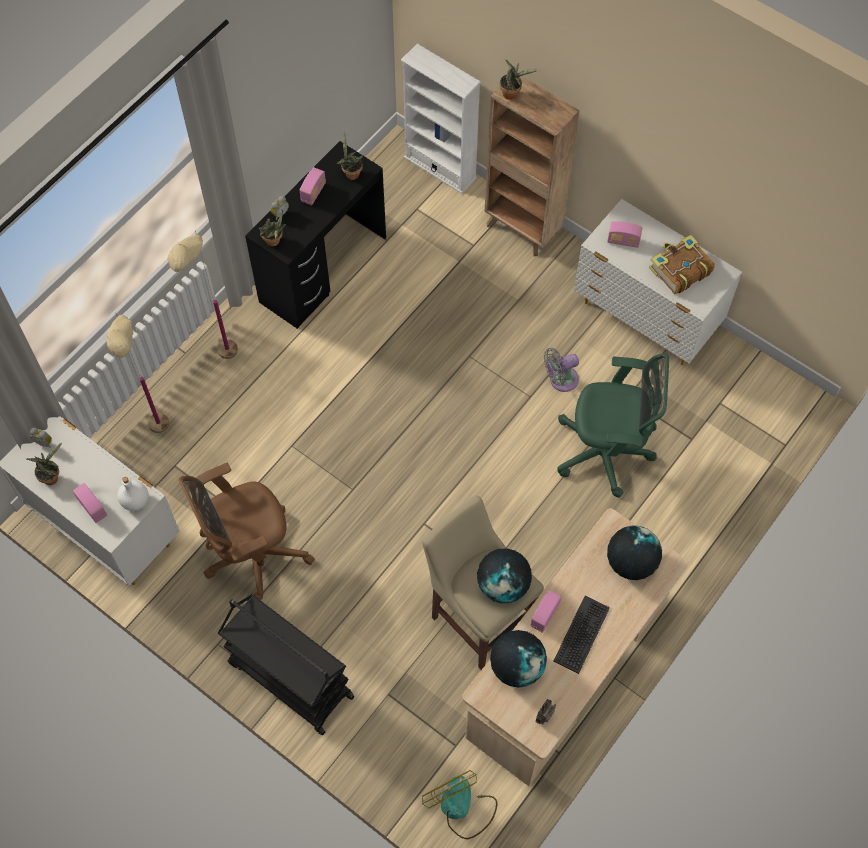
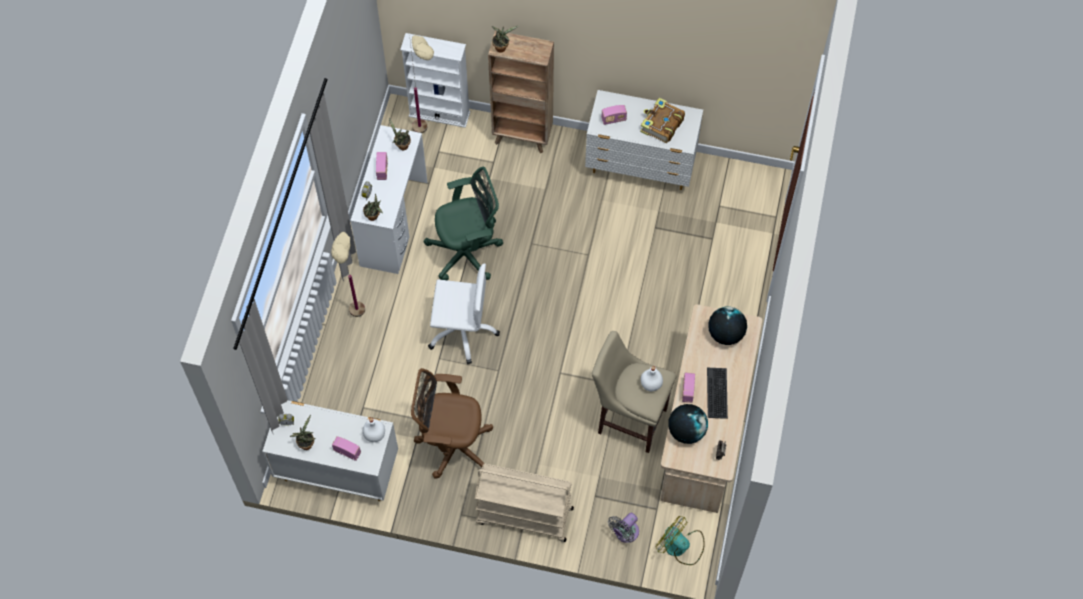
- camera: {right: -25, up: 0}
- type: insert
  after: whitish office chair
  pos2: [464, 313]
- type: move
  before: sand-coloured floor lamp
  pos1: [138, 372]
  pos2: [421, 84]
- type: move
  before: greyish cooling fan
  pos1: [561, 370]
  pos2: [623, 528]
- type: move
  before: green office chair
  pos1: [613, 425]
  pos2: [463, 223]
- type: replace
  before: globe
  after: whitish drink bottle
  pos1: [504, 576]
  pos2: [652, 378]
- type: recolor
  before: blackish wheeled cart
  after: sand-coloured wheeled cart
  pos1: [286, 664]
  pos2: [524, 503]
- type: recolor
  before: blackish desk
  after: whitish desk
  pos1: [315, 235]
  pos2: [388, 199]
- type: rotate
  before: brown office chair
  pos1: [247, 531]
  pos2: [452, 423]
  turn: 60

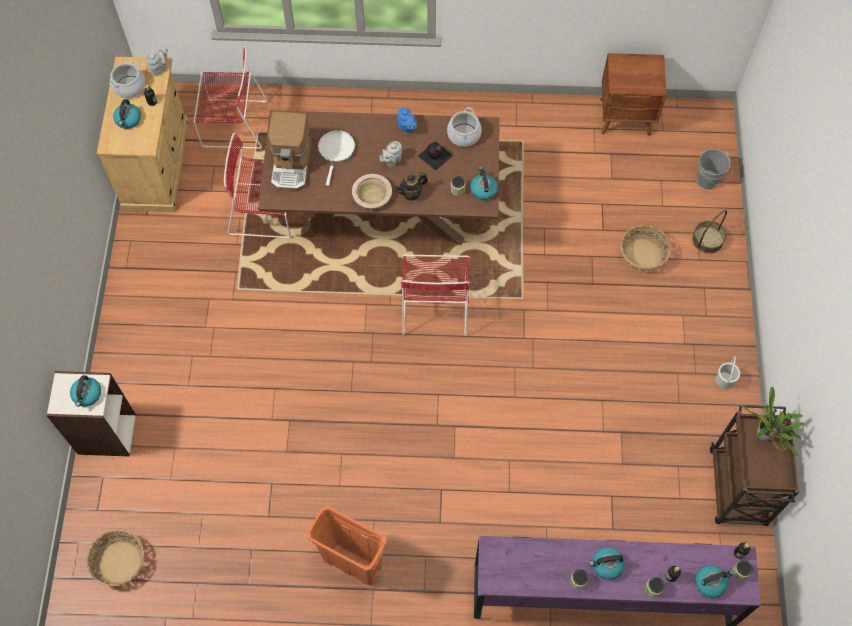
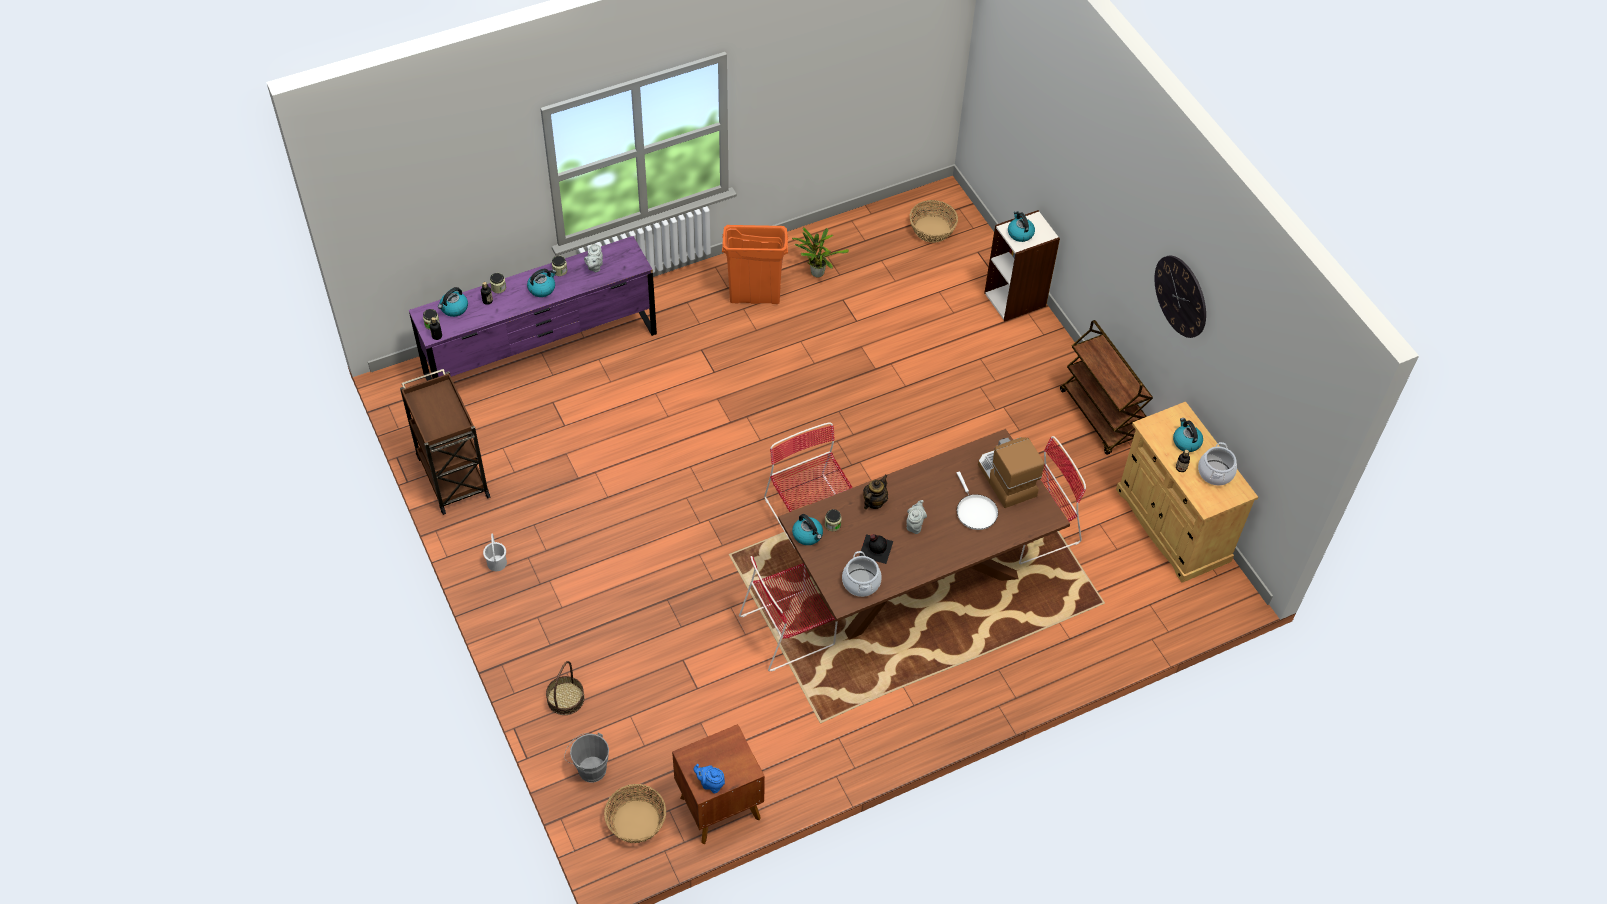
- camera: {right: 150, up: -10}
- type: delete
  before: sand-coloured bowl
  pos1: [372, 191]
- type: insert
  after: brown wheeled cart
  pos2: [1106, 387]
- type: insert
  after: clock on the wall
  pos2: [1180, 297]
- type: move
  before: greyish teapot
  pos1: [156, 62]
  pos2: [593, 258]
- type: move
  before: red chair
  pos1: [231, 97]
  pos2: [788, 613]
- type: move
  before: bluish teapot
  pos1: [407, 121]
  pos2: [709, 778]
- type: move
  before: storage basket
  pos1: [646, 248]
  pos2: [635, 813]
- type: move
  before: houseplant
  pos1: [772, 421]
  pos2: [820, 252]

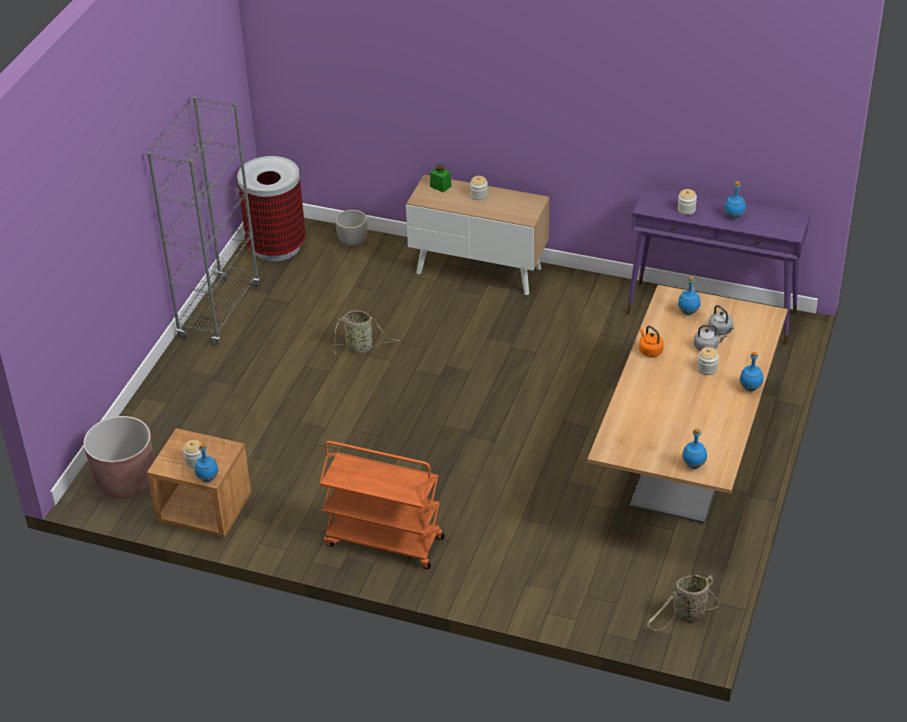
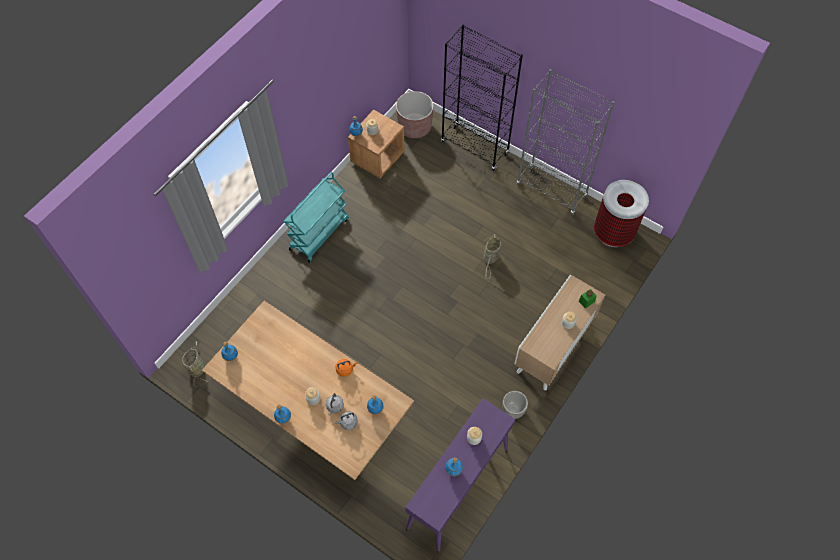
- camera: {right: 105, up: 20}
- type: insert
  after: blackish shelving unit
  pos2: [482, 98]
- type: move
  before: planter
  pos1: [351, 228]
  pos2: [515, 405]
- type: recolor
  before: orange wheeled cart
  after: blue-green wheeled cart
  pos1: [382, 505]
  pos2: [316, 217]

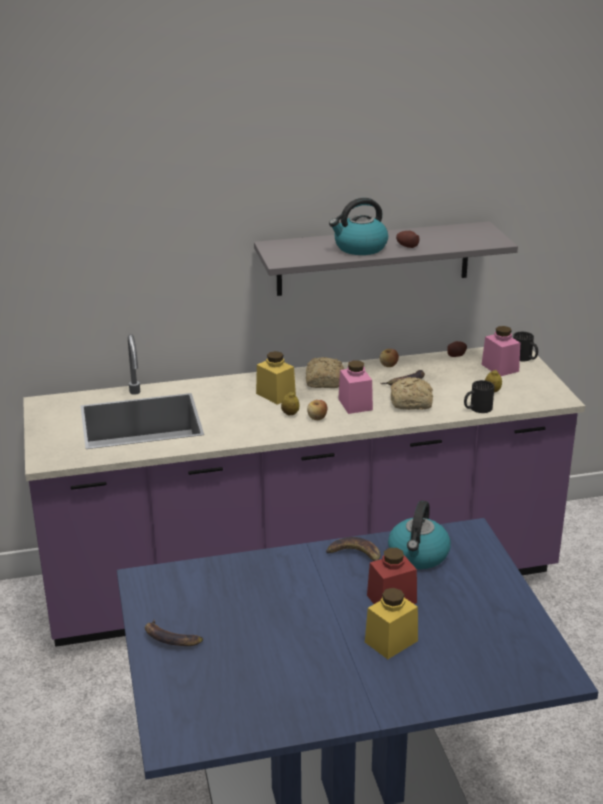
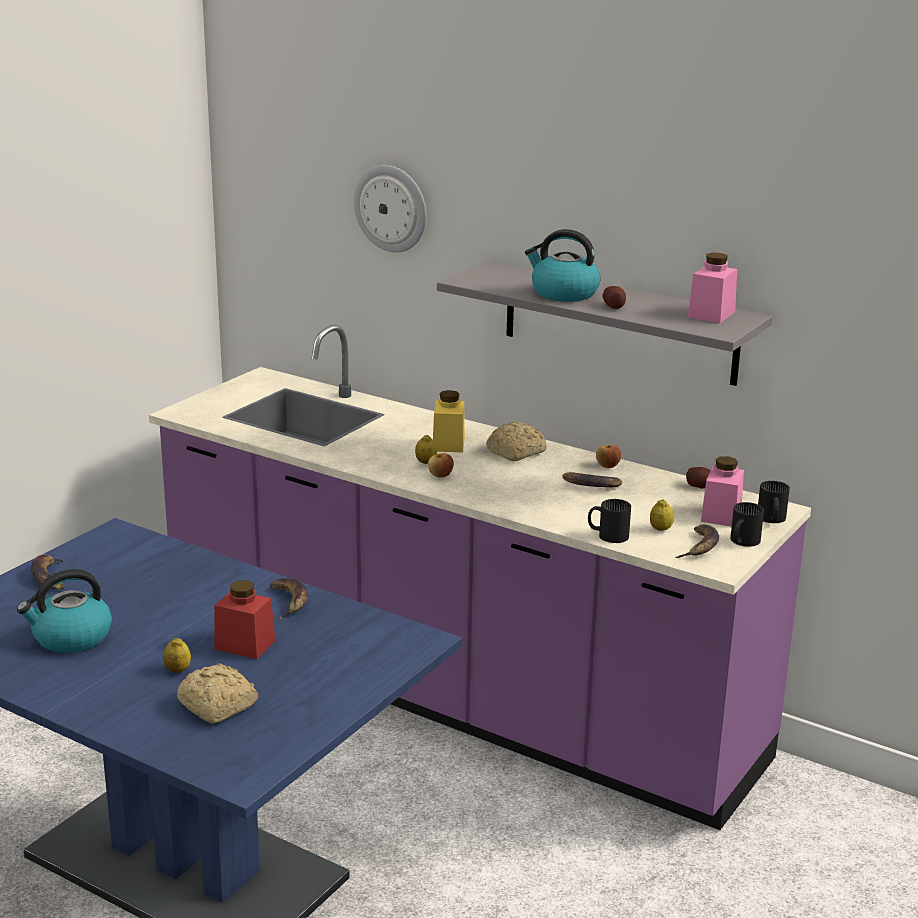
- camera: {right: 45, up: -5}
- type: insert
  after: clock on the wall
  pos2: [390, 209]
- type: insert
  after: whole banana
  pos2: [697, 541]
- type: insert
  after: blackish tea mug
  pos2: [747, 524]
- type: move
  before: pink-coloured jar
  pos1: [355, 387]
  pos2: [712, 288]
- type: move
  before: water kettle
  pos1: [419, 534]
  pos2: [64, 611]
- type: move
  before: bread
  pos1: [412, 393]
  pos2: [217, 693]
- type: replace
  before: yellowish jar
  after: lemon
  pos1: [391, 623]
  pos2: [177, 655]

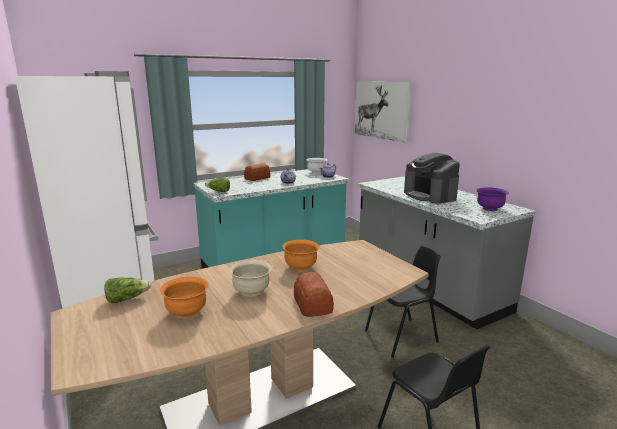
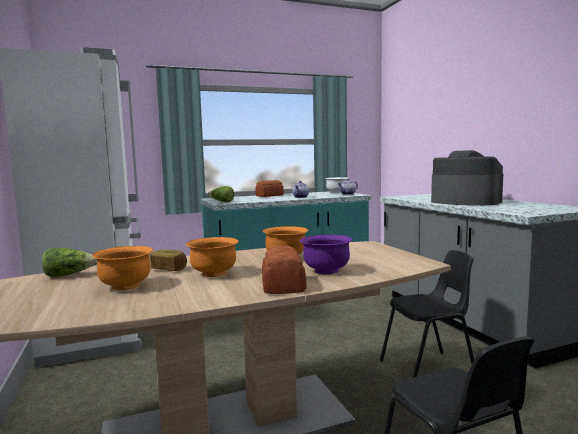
- camera: {right: 10, up: -10}
- type: delete
  before: picture
  pos1: [383, 112]
- type: insert
  after: bread
  pos2: [168, 260]
- type: move
  before: purplish bowl
  pos1: [492, 199]
  pos2: [326, 254]
- type: recolor
  before: sand-coloured bowl
  after: orange bowl
  pos1: [250, 278]
  pos2: [212, 257]
- type: rotate
  before: coffee machine
  pos1: [432, 178]
  pos2: [467, 178]
  turn: 150

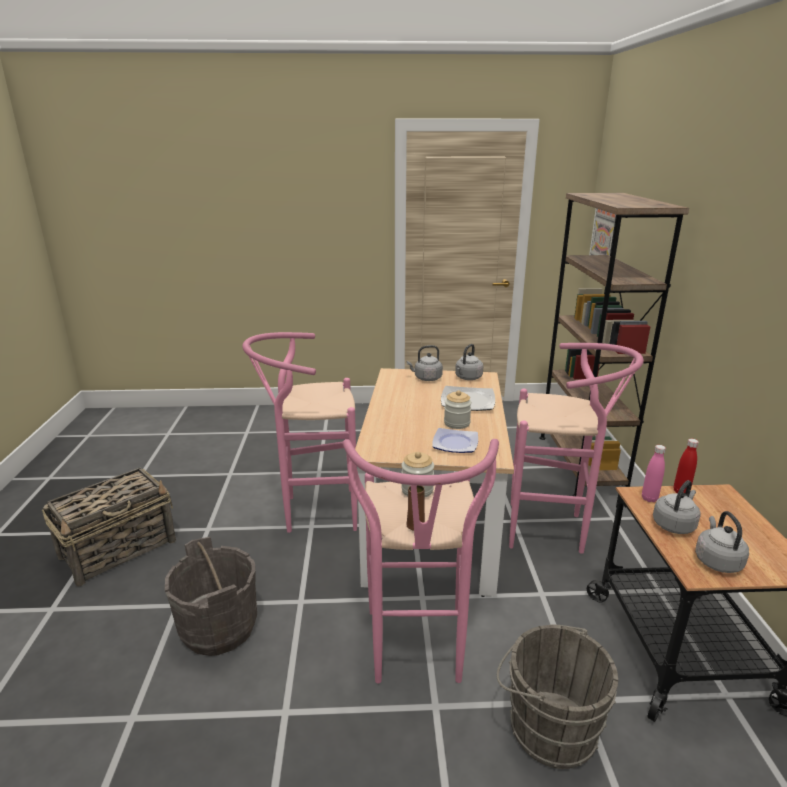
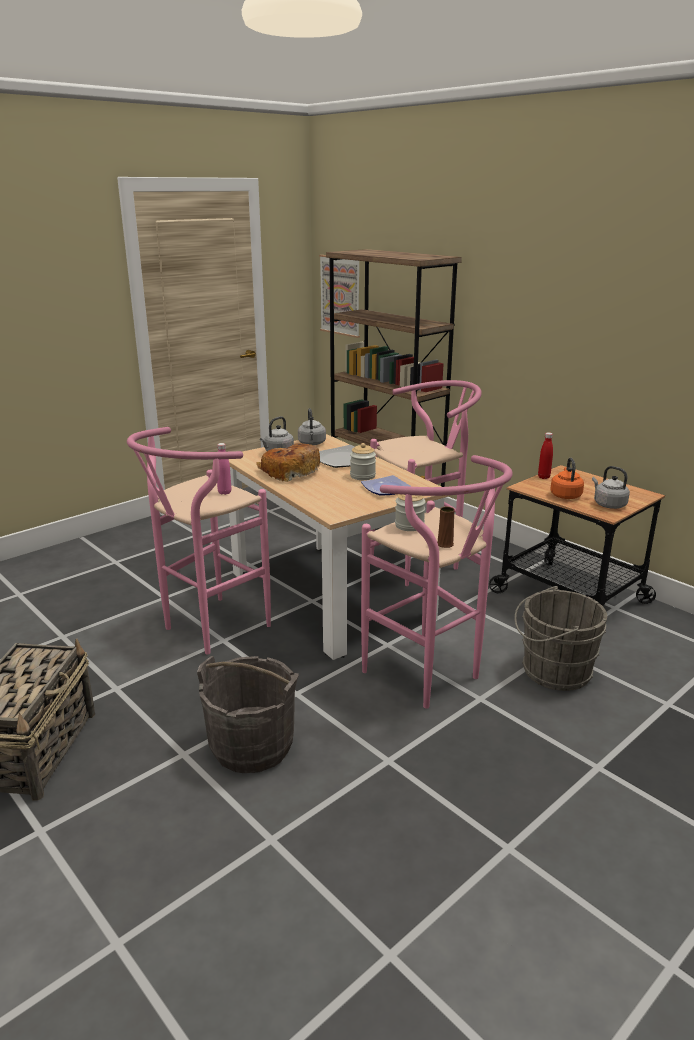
- camera: {right: -40, up: 0}
- type: insert
  after: bread
  pos2: [288, 462]
- type: move
  before: pink-coloured drink bottle
  pos1: [654, 473]
  pos2: [224, 469]
- type: recolor
  before: greyish water kettle
  after: orange water kettle
  pos1: [677, 507]
  pos2: [567, 478]

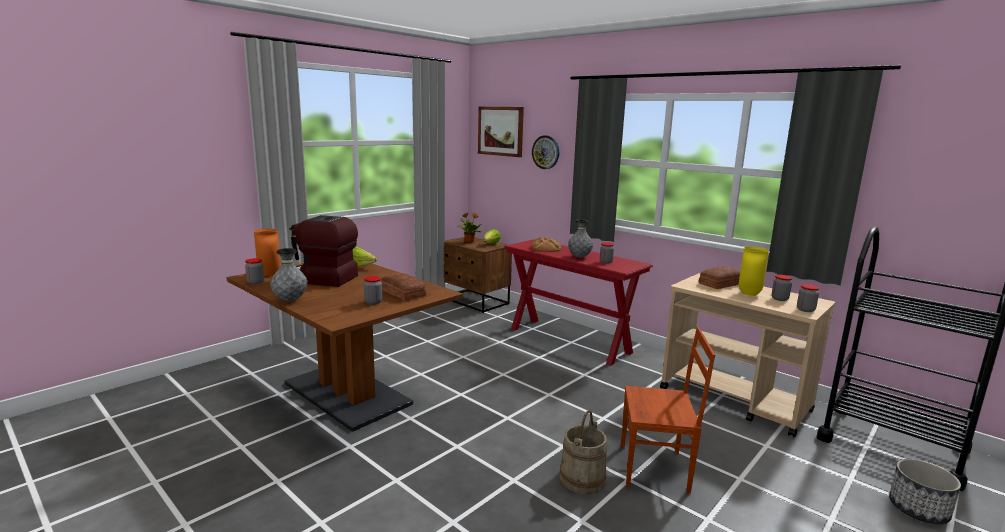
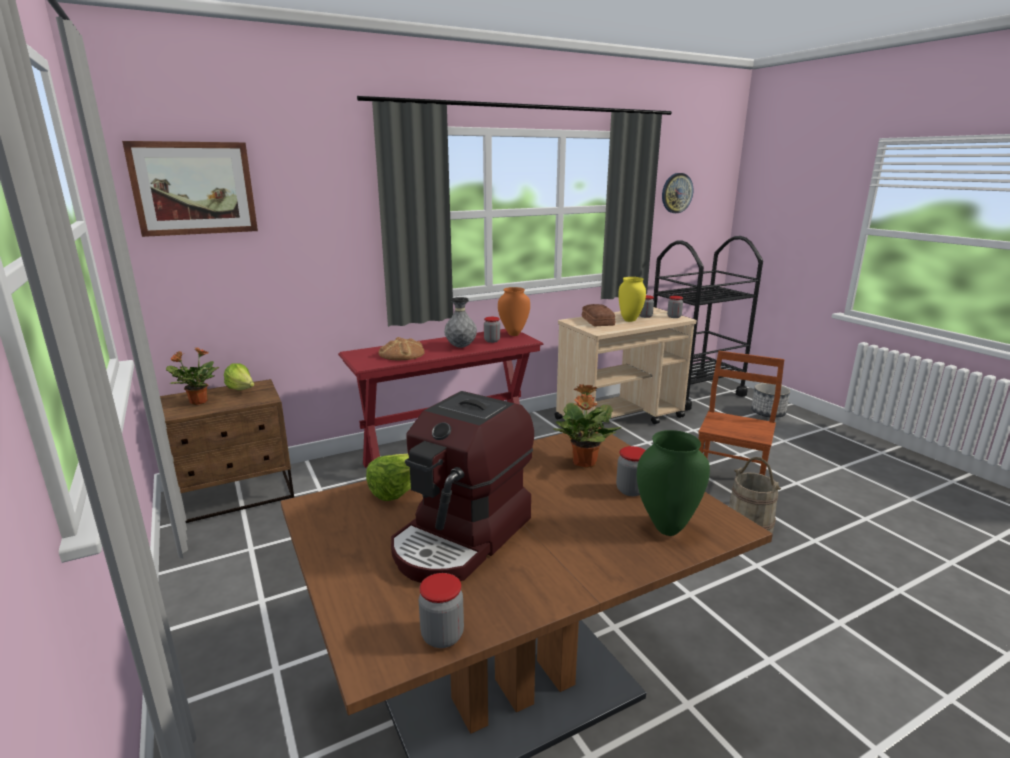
- camera: {right: -70, up: 5}
- type: delete
  before: greyish vase
  pos1: [288, 274]
- type: insert
  after: green vase
  pos2: [673, 483]
- type: move
  before: orange vase
  pos1: [267, 252]
  pos2: [514, 311]
- type: move
  before: clock on the wall
  pos1: [545, 152]
  pos2: [677, 193]
- type: replace
  before: bread
  after: houseplant
  pos1: [404, 286]
  pos2: [587, 425]

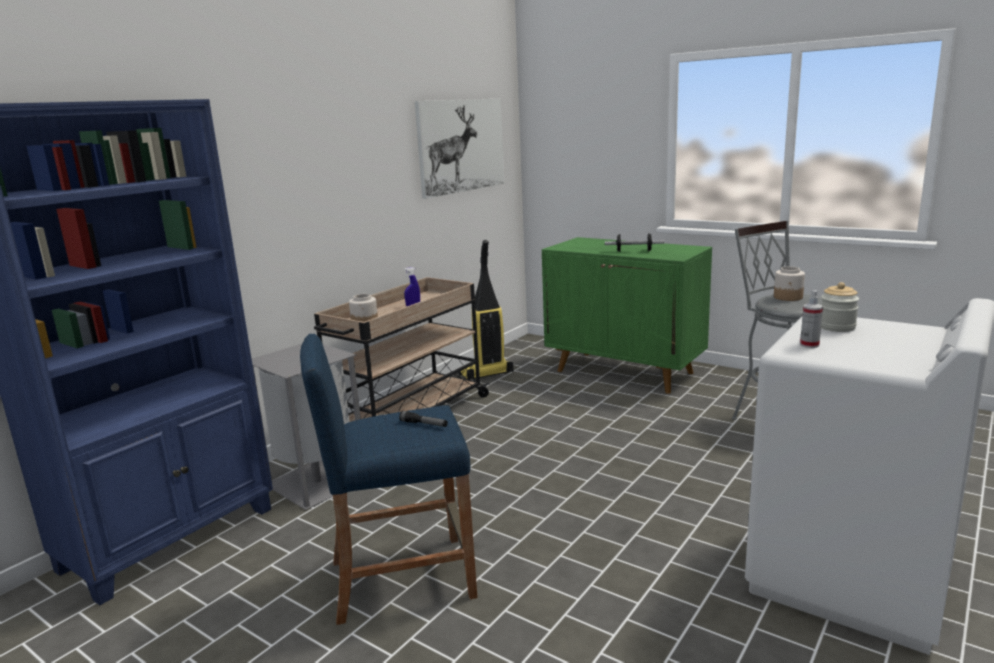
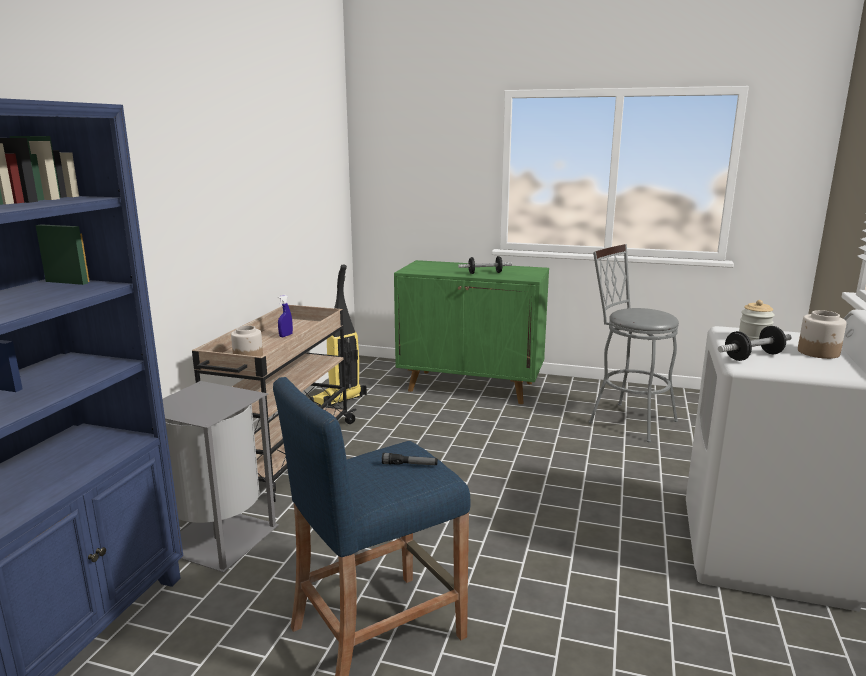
- camera: {right: -20, up: 0}
- type: delete
  before: picture
  pos1: [459, 149]
- type: move
  before: jar
  pos1: [789, 283]
  pos2: [822, 334]
- type: replace
  before: sprayer
  after: hand weight
  pos1: [811, 319]
  pos2: [755, 343]

